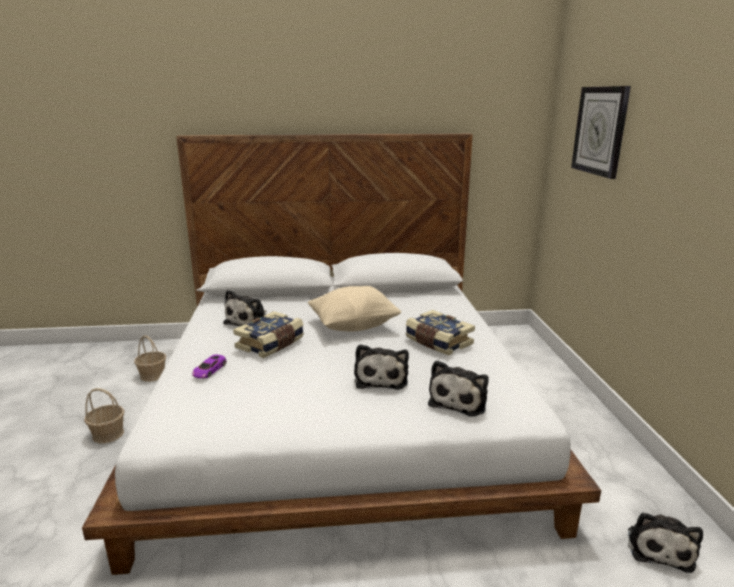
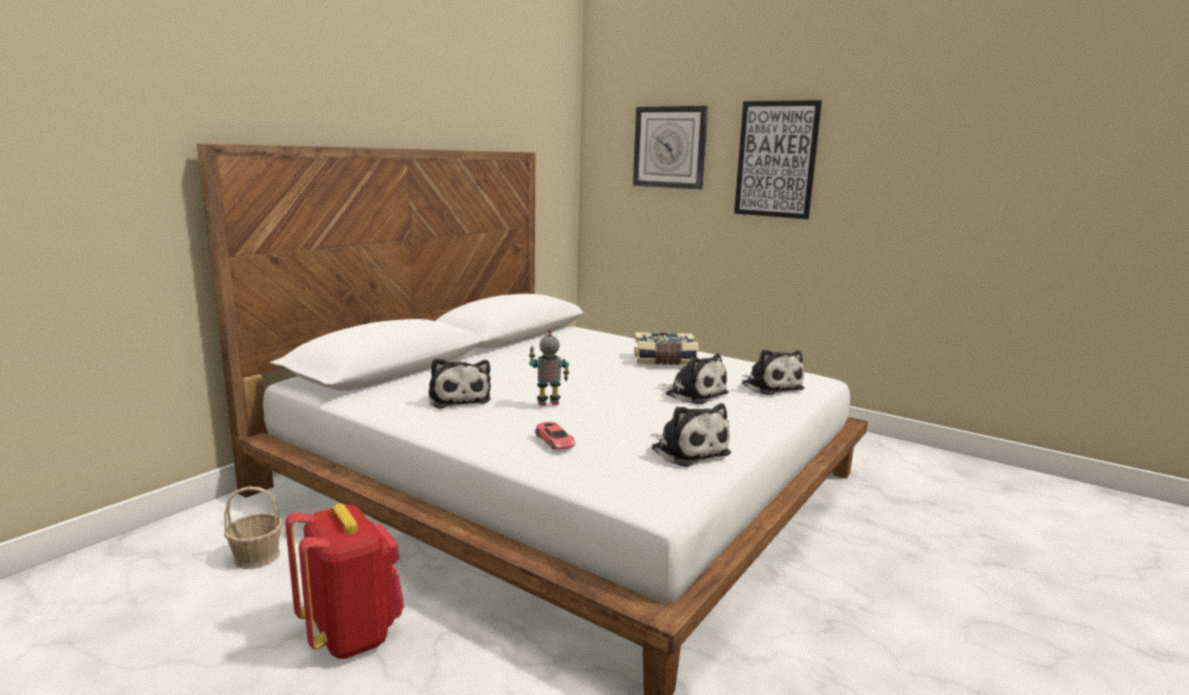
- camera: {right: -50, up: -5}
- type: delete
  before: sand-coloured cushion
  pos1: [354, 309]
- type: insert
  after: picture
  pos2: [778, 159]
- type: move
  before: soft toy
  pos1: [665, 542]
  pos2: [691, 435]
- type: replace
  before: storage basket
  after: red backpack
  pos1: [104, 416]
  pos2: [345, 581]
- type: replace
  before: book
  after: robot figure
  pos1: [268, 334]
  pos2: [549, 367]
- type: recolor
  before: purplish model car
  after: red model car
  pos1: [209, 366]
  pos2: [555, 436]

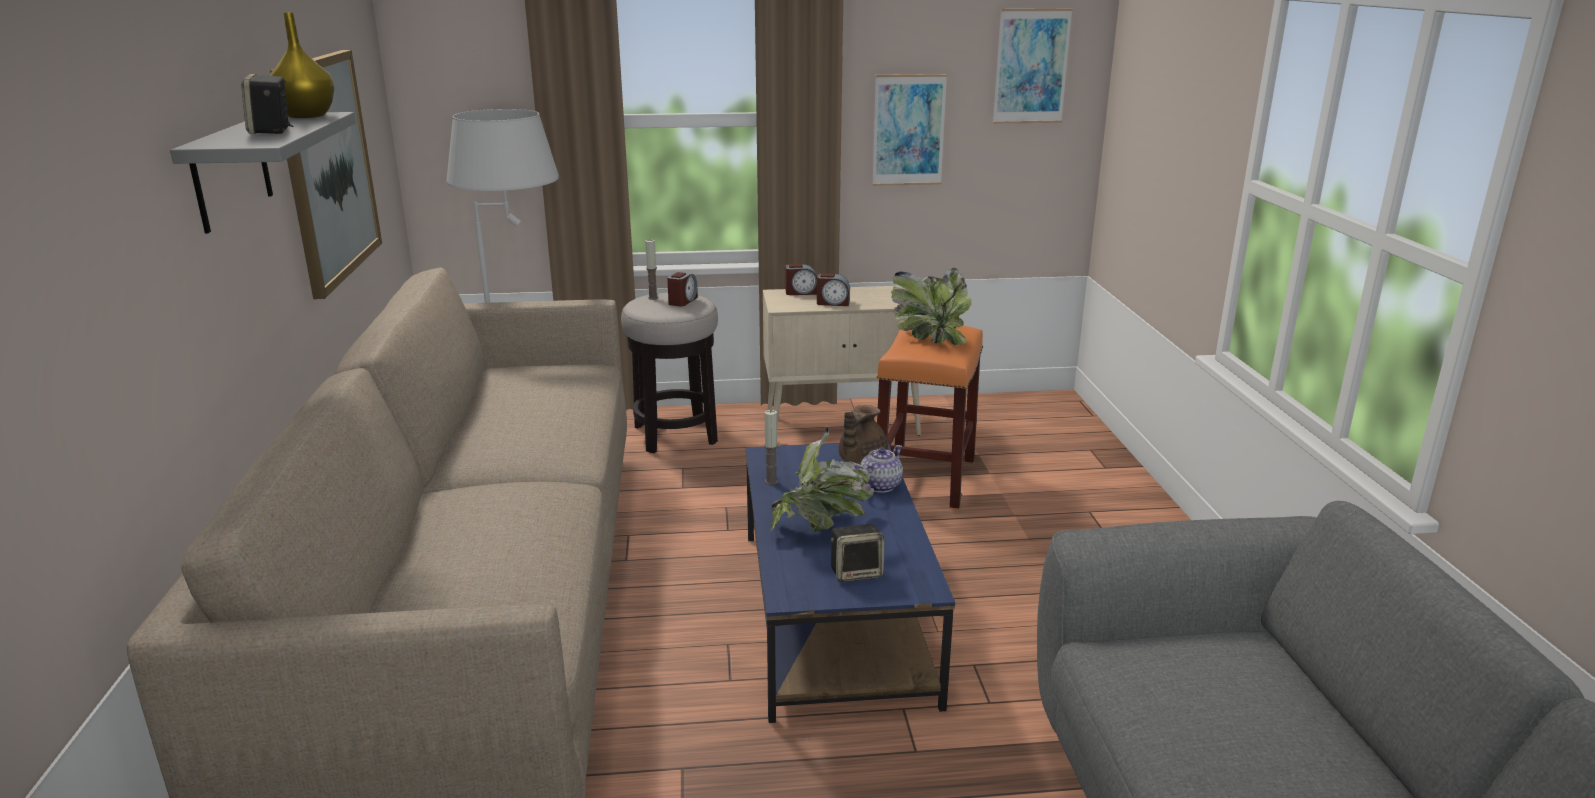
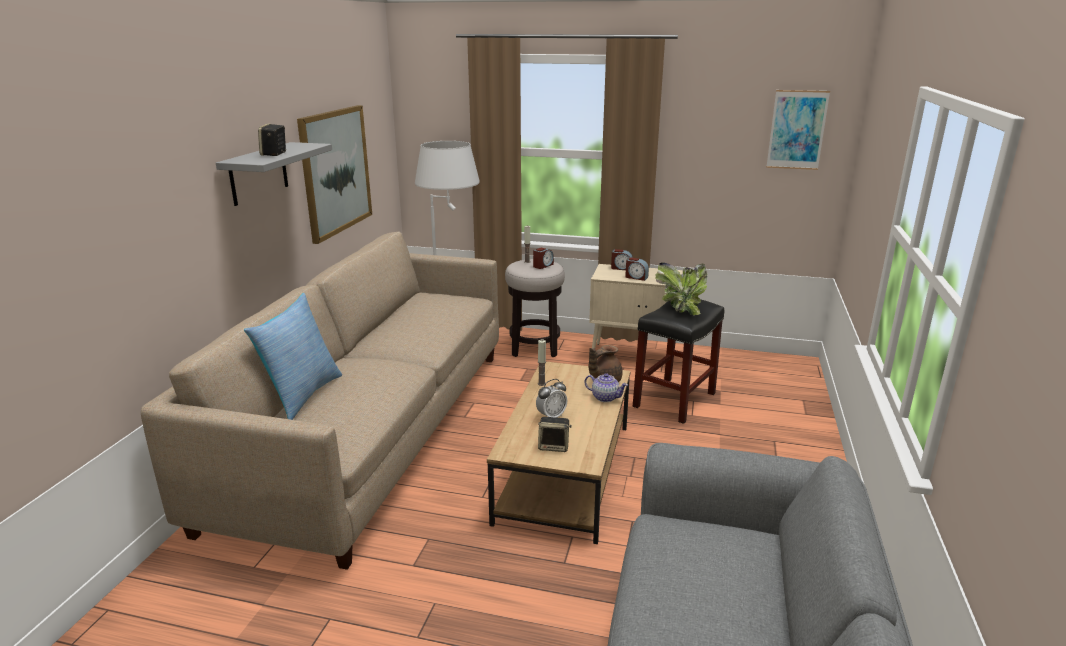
- camera: {right: 20, up: 0}
- type: delete
  before: yellowish vase
  pos1: [301, 65]
- type: delete
  before: picture
  pos1: [909, 130]
- type: insert
  after: cushion
  pos2: [293, 356]
- type: replace
  before: houseplant
  after: table clock
  pos1: [821, 480]
  pos2: [551, 398]
- type: recolor
  before: bluish low table
  after: brown low table
  pos1: [850, 583]
  pos2: [558, 453]
- type: recolor
  before: orange stool
  after: blackish stool
  pos1: [930, 417]
  pos2: [678, 362]
- type: rotate
  before: teapot
  pos1: [881, 469]
  pos2: [606, 387]
  turn: 60

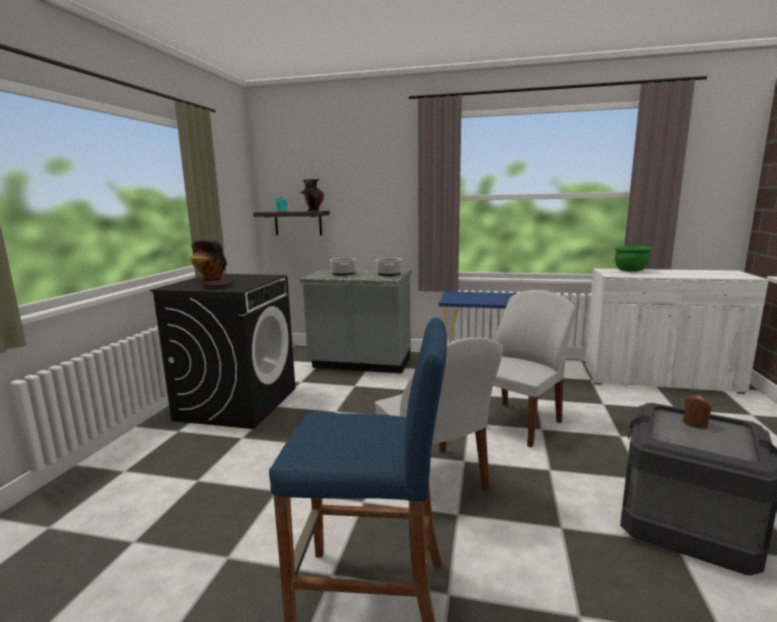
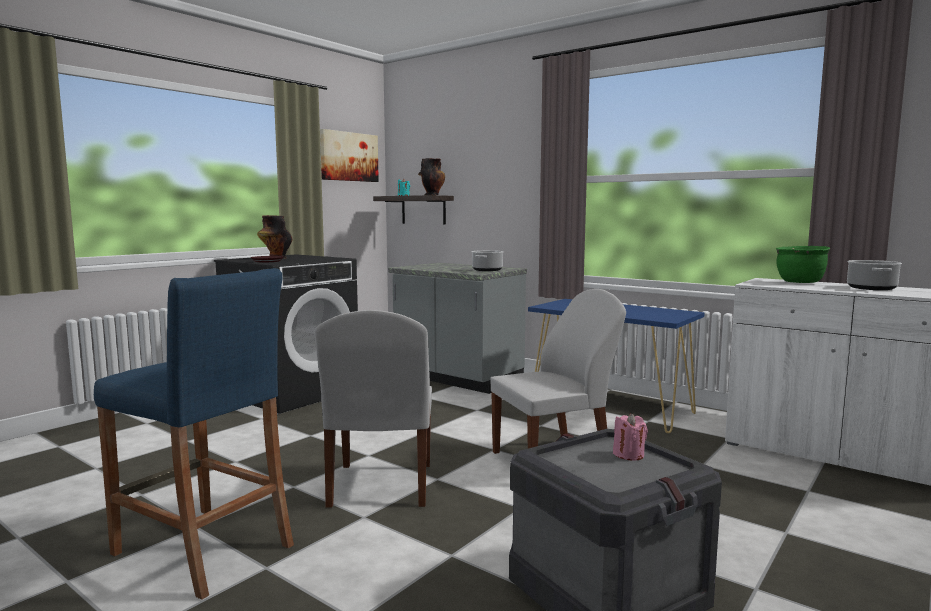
- camera: {right: 25, up: -5}
- type: insert
  after: picture
  pos2: [349, 155]
- type: move
  before: cooking pot
  pos1: [343, 267]
  pos2: [874, 275]
- type: recolor
  before: brown candle
  after: pink-coloured candle
  pos1: [698, 411]
  pos2: [630, 437]

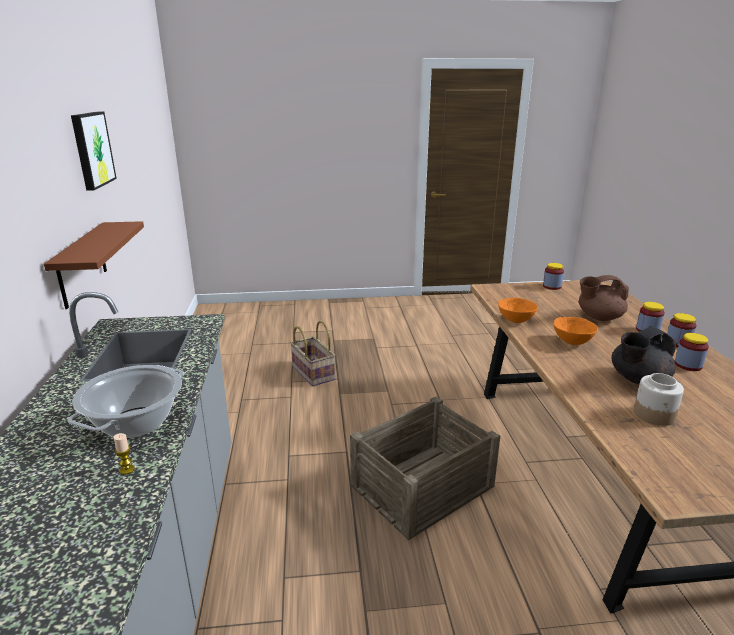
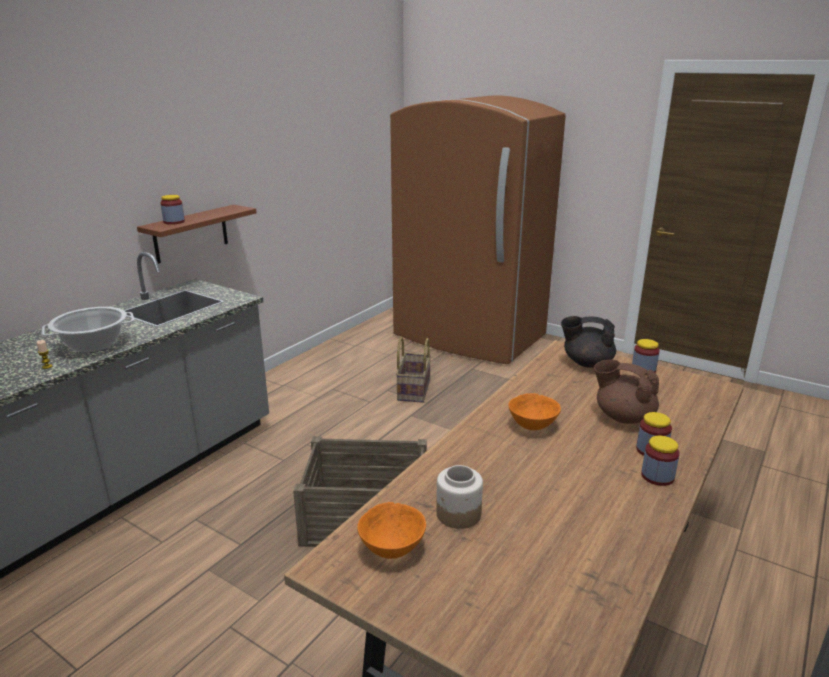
- camera: {right: 40, up: 0}
- type: delete
  before: picture
  pos1: [94, 151]
- type: insert
  after: brown refrigerator
  pos2: [478, 229]
- type: move
  before: orange bowl
  pos1: [518, 310]
  pos2: [391, 530]
- type: move
  before: blackish teapot
  pos1: [644, 355]
  pos2: [588, 342]
- type: move
  before: jar
  pos1: [692, 352]
  pos2: [172, 210]

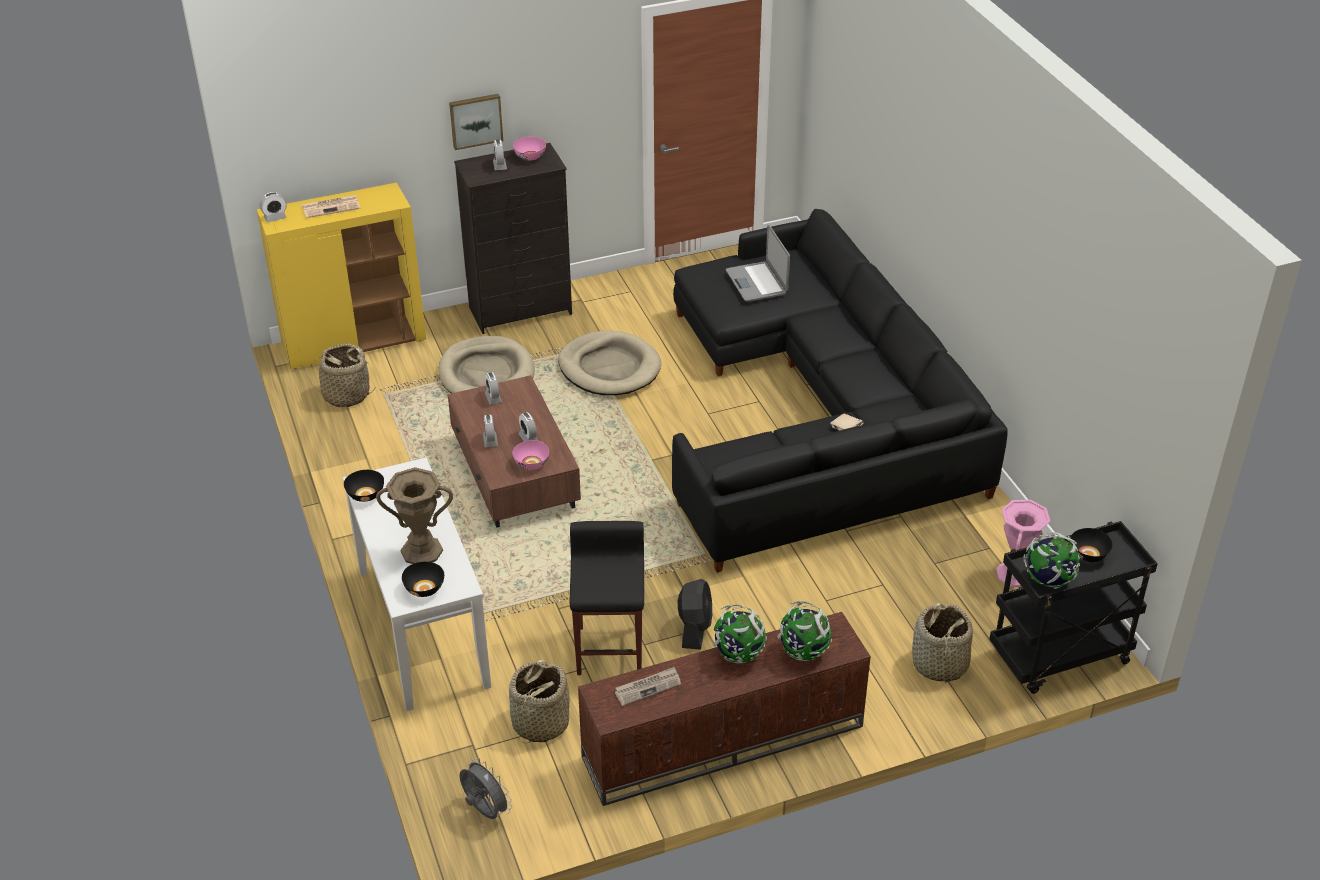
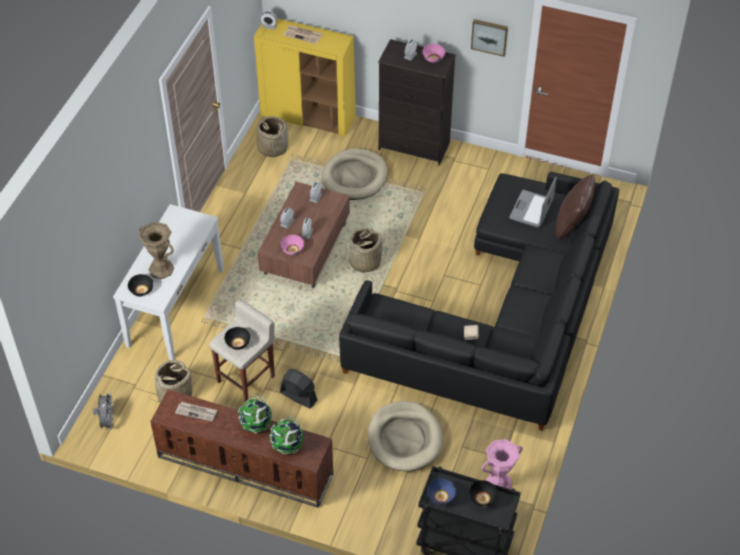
- camera: {right: 40, up: 10}
- type: insert
  after: brown cushion
  pos2: [575, 207]
- type: move
  before: blackish bowl
  pos1: [364, 486]
  pos2: [237, 338]
- type: move
  before: picture
  pos1: [476, 122]
  pos2: [489, 38]
- type: move
  before: sand-coloured pet bed
  pos1: [609, 362]
  pos2: [405, 436]
- type: move
  before: storage basket
  pos1: [942, 643]
  pos2: [365, 250]
- type: replace
  before: globe
  after: bluish bowl
  pos1: [1051, 560]
  pos2: [442, 492]
- type: recolor
  before: blackish stool
  after: sand-coloured stool
  pos1: [607, 598]
  pos2: [242, 351]
- type: rotate
  before: blackish cooling fan
  pos1: [695, 614]
  pos2: [298, 389]
  turn: -105

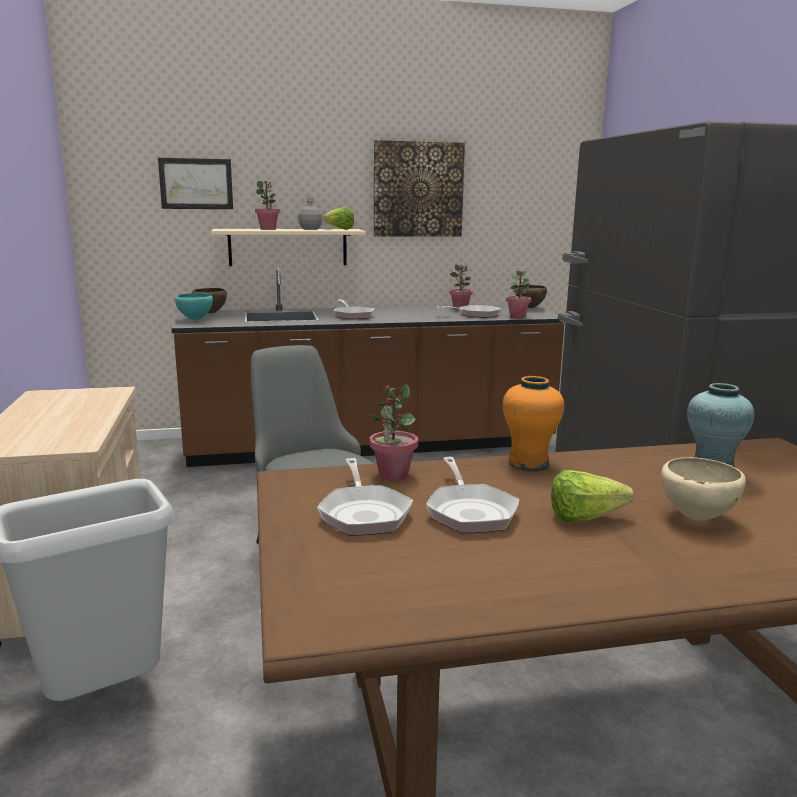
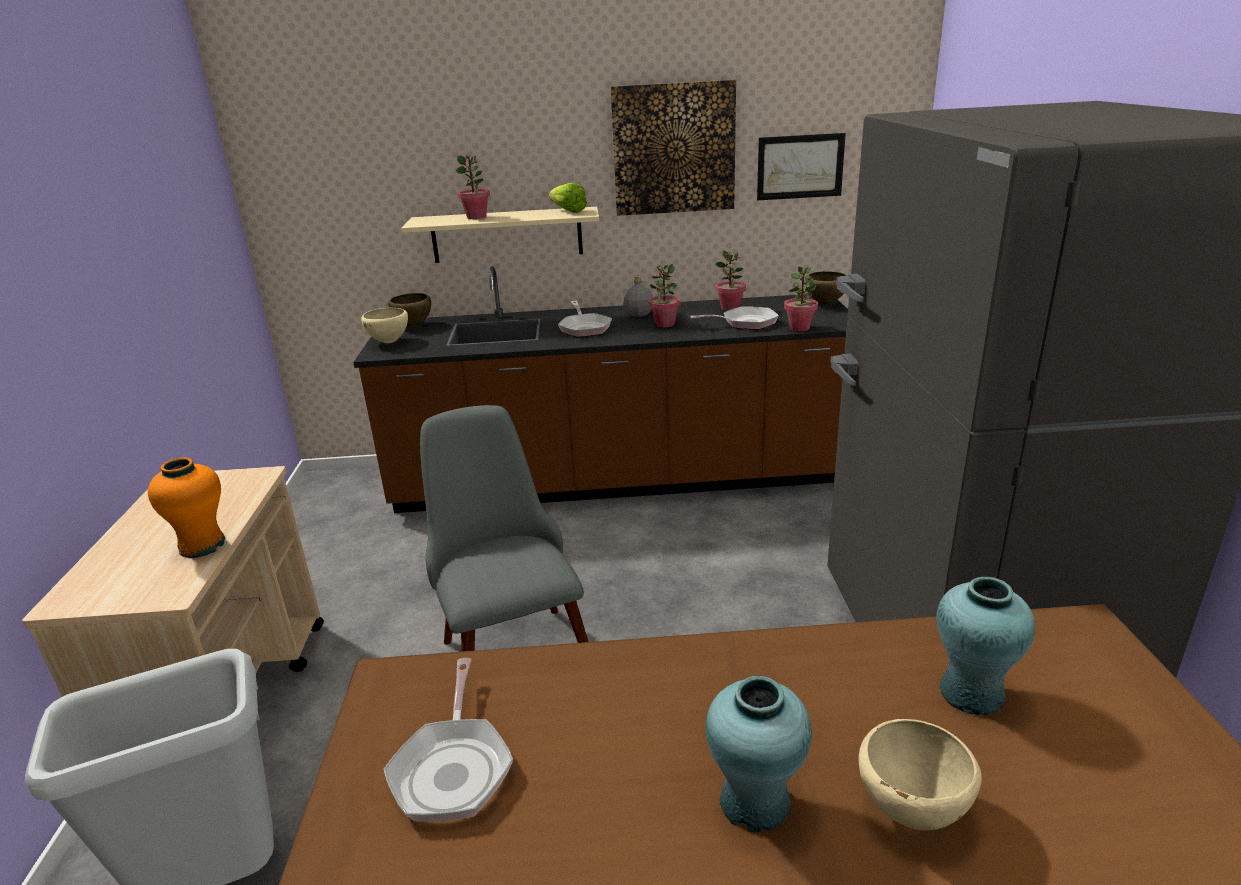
- camera: {right: 10, up: 10}
- type: delete
  before: skillet
  pos1: [472, 495]
- type: move
  before: picture
  pos1: [195, 183]
  pos2: [801, 166]
- type: move
  before: greyish drink bottle
  pos1: [310, 213]
  pos2: [638, 296]
- type: move
  before: houseplant
  pos1: [394, 432]
  pos2: [665, 296]
- type: move
  before: orange vase
  pos1: [533, 423]
  pos2: [186, 508]
- type: replace
  before: lettuce head
  after: blue-green vase
  pos1: [592, 496]
  pos2: [759, 754]
- type: recolor
  before: blue-green bowl
  after: sand-coloured bowl
  pos1: [194, 306]
  pos2: [384, 325]

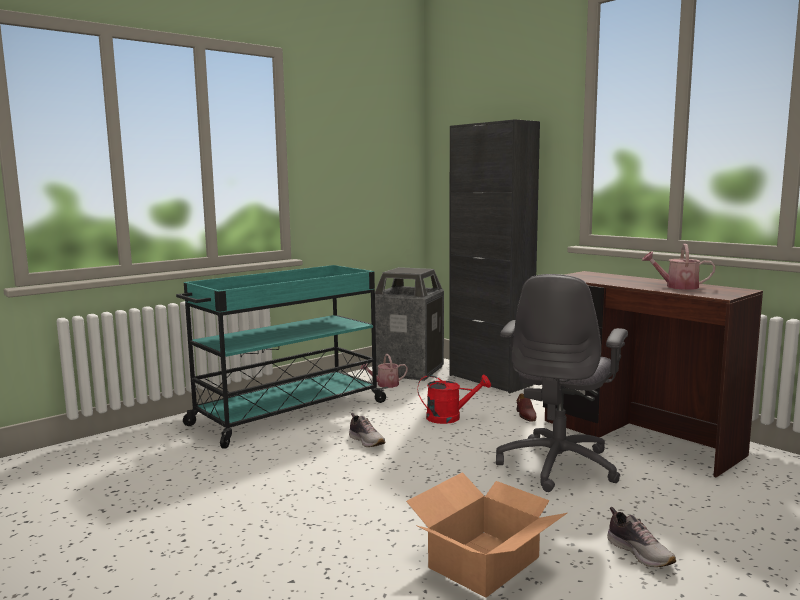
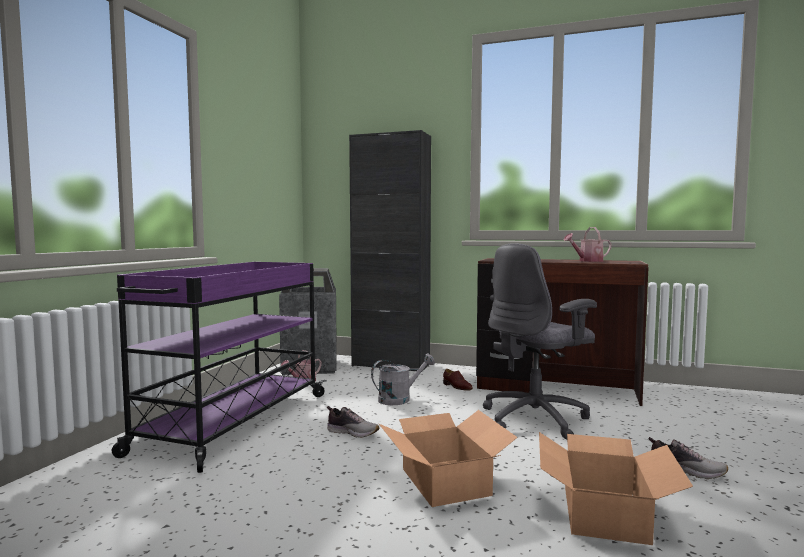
- camera: {right: -30, up: -5}
- type: insert
  after: cardboard box
  pos2: [448, 458]
- type: recolor
  before: blue-green wheeled cart
  after: purplish wheeled cart
  pos1: [282, 357]
  pos2: [219, 367]
- type: recolor
  before: red watering pot
  after: greyish watering pot
  pos1: [454, 399]
  pos2: [403, 379]
- type: rotate
  before: greyish office chair
  pos1: [562, 383]
  pos2: [540, 341]
  turn: 60

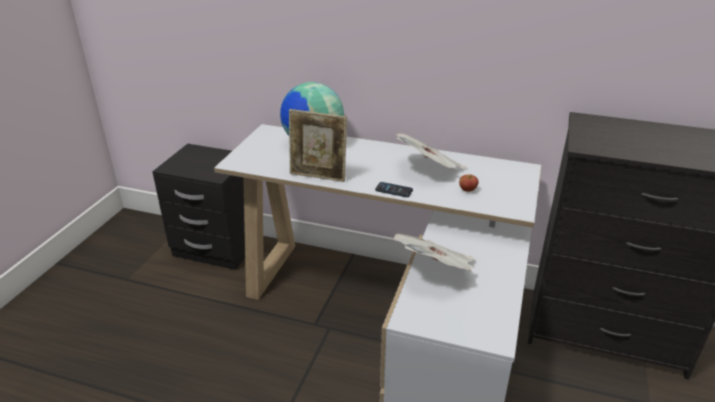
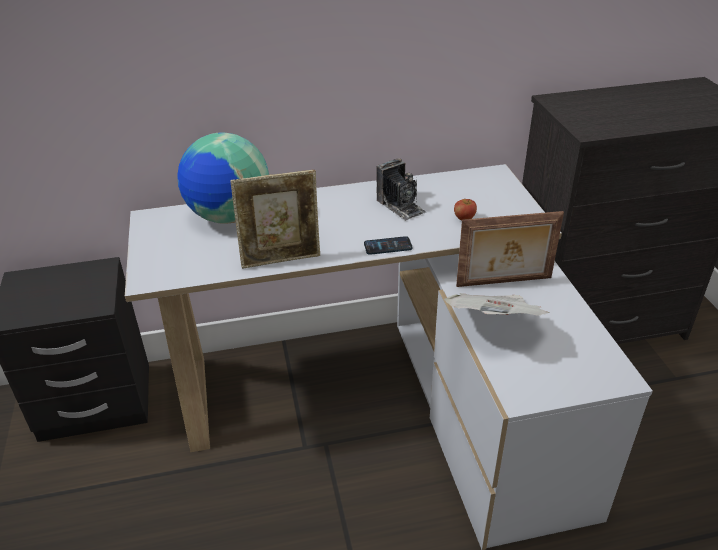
- camera: {right: -30, up: 5}
- type: insert
  after: standing frame
  pos2: [510, 249]
- type: replace
  before: newspaper
  after: photo camera
  pos1: [430, 151]
  pos2: [401, 190]

